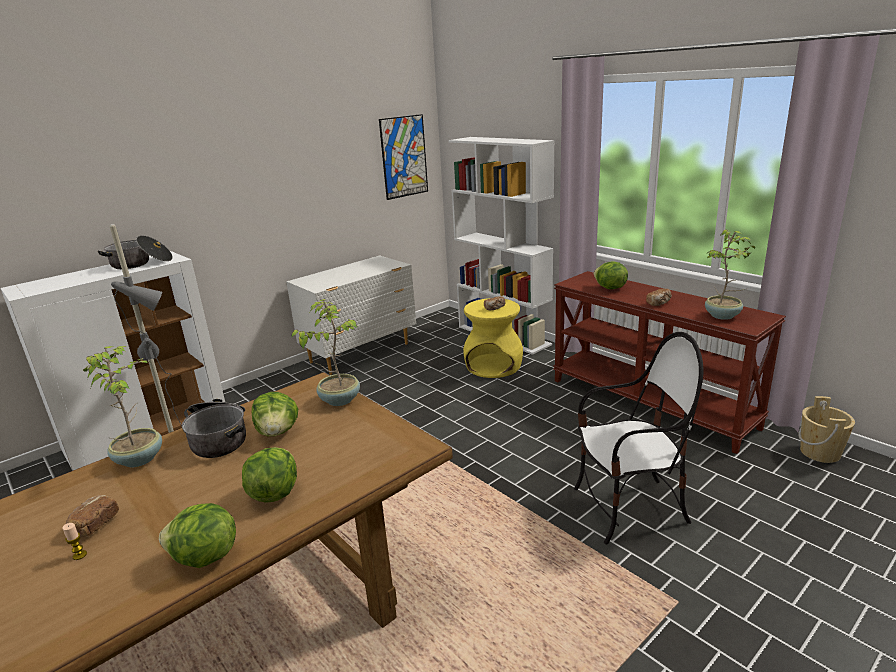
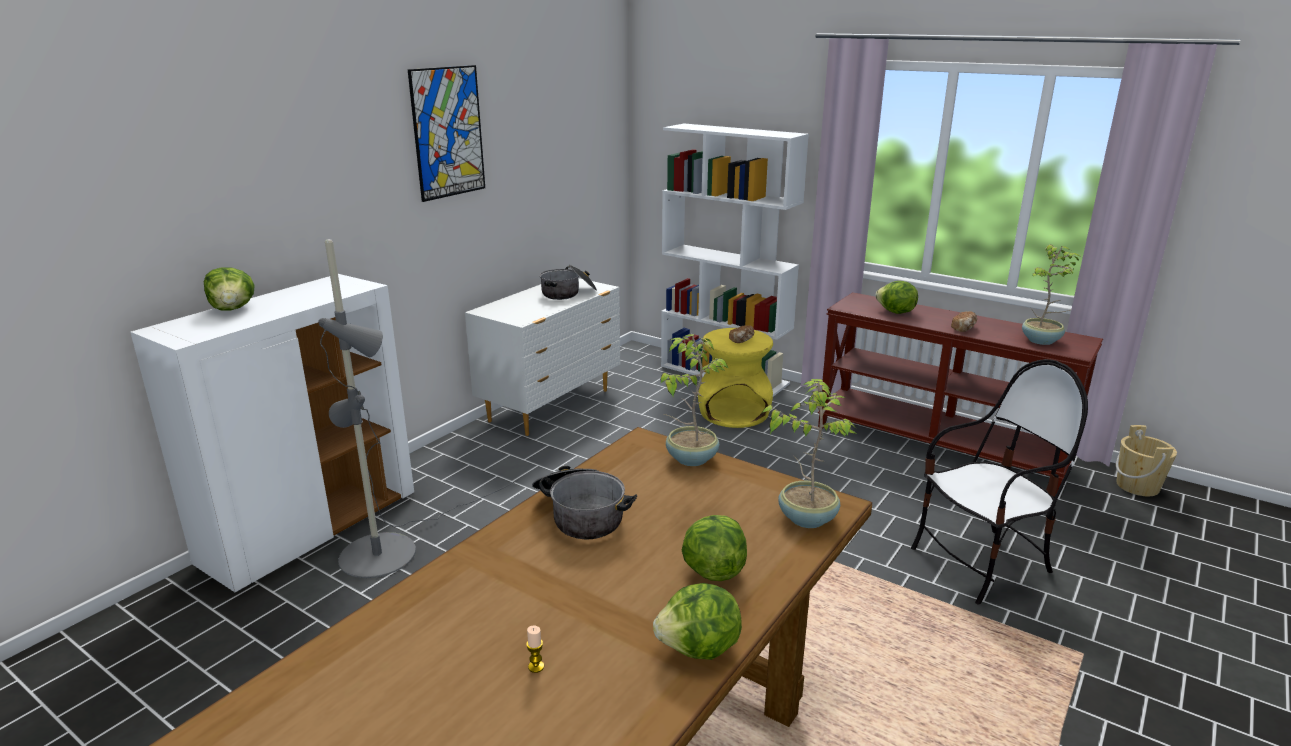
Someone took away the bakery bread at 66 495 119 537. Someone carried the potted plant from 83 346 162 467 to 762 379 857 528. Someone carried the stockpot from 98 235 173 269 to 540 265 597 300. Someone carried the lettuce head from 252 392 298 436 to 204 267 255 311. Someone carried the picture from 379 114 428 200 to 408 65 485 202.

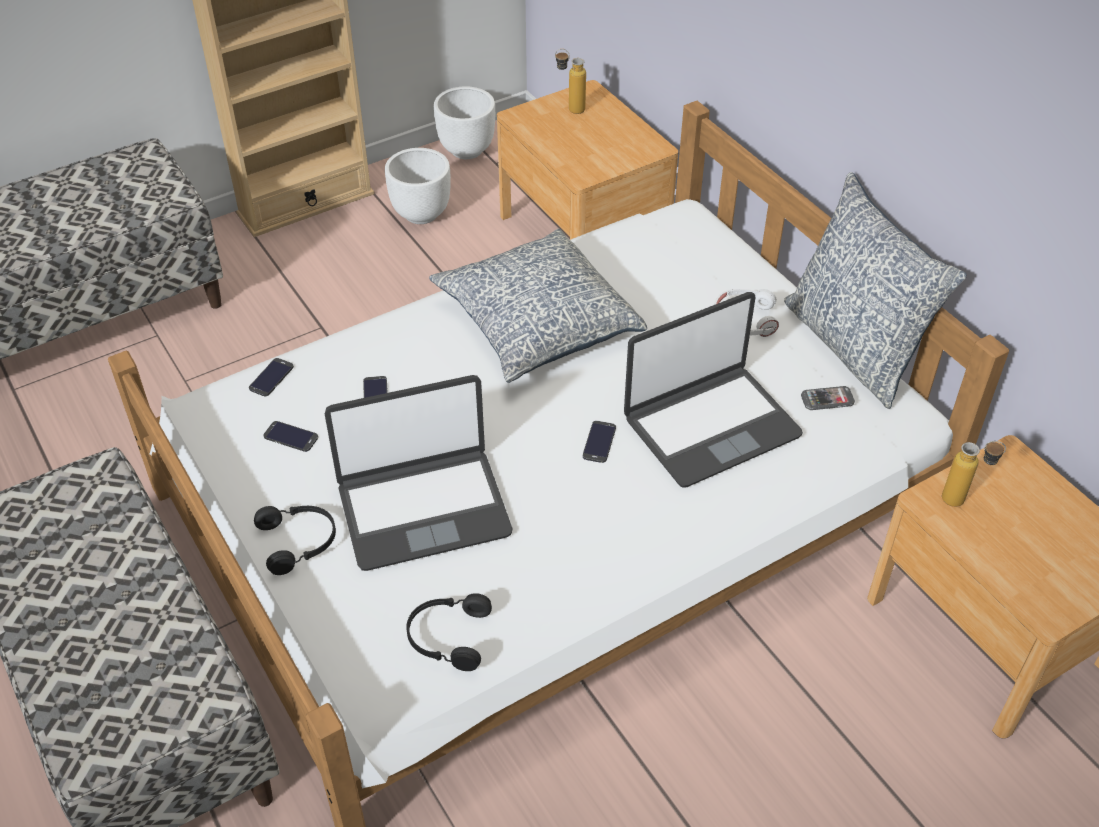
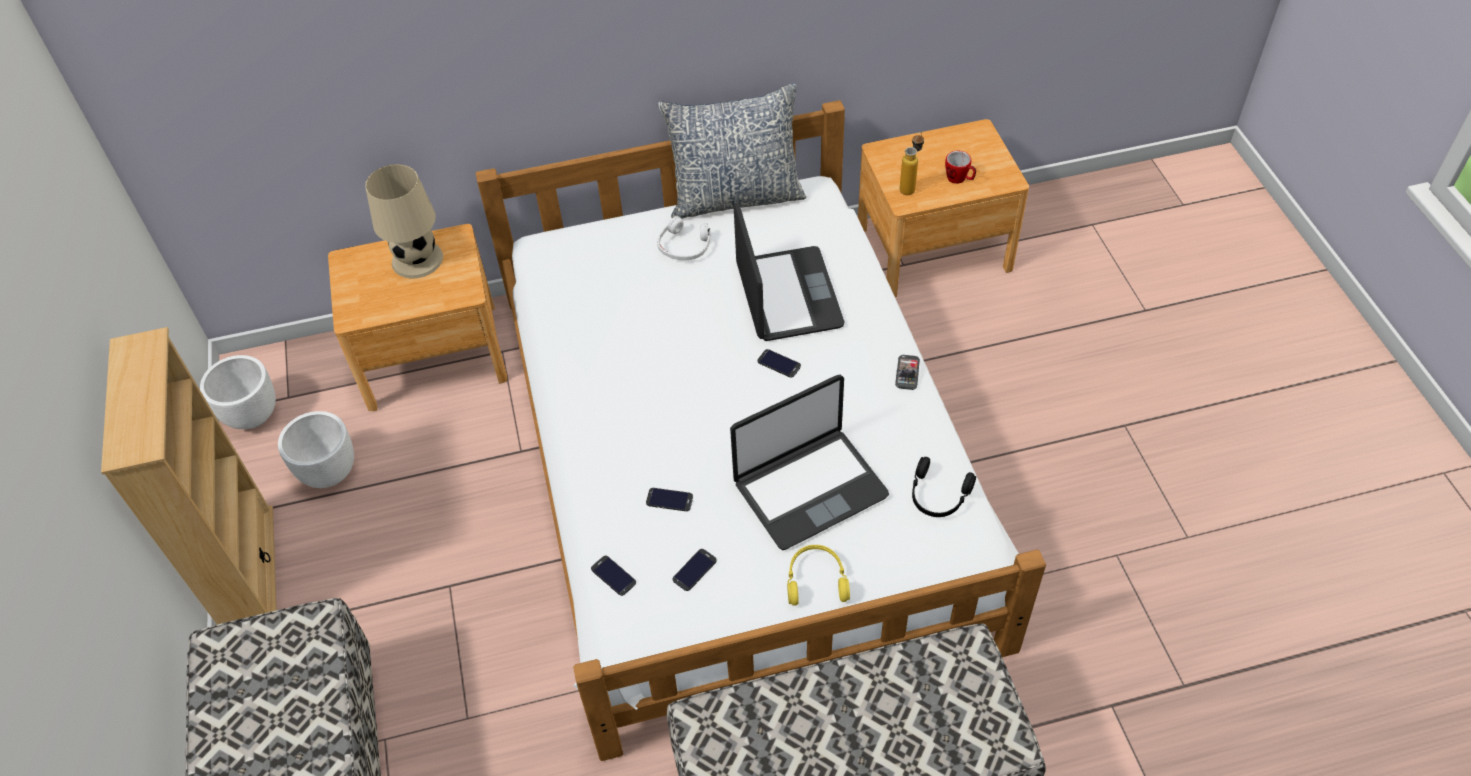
Someone took away the cushion at 429 229 647 383. Someone took away the drink bottle at 555 49 586 114. Someone put down the sand-coloured lamp for a table at 365 164 443 278. Someone put down the tea mug at 945 151 976 184. Someone carried the handset from 801 386 855 410 to 895 355 920 390. Someone repainted the blackish headphones at 254 506 336 575, which became the yellow headphones at 787 545 850 605. Someone rotated the laptop at 325 375 512 571 by 60 degrees clockwise.

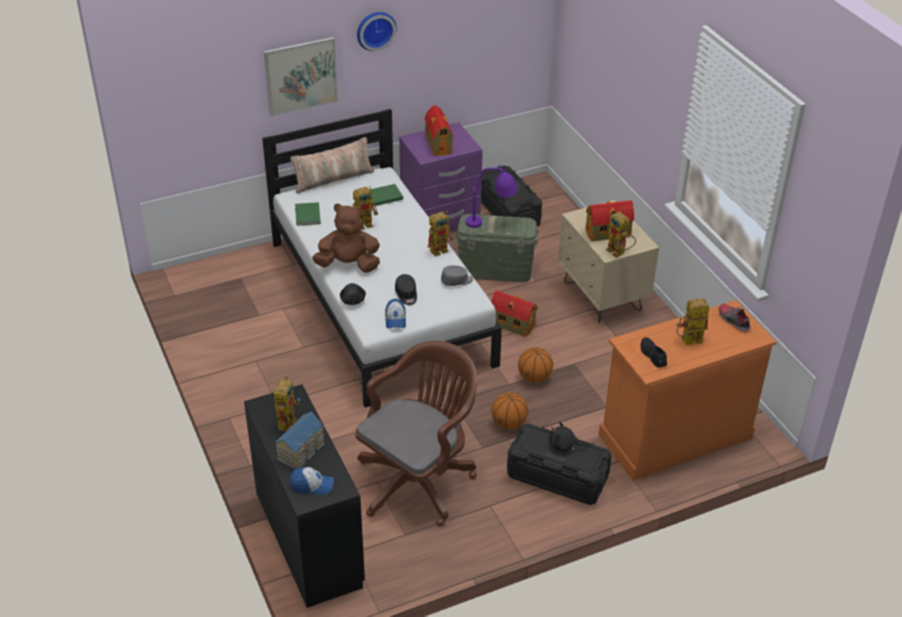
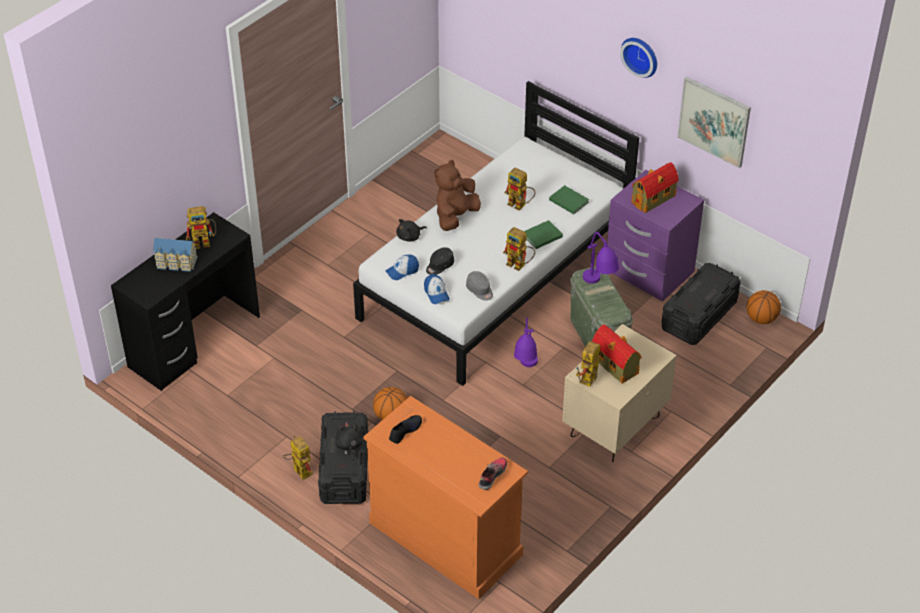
Someone took away the cushion at 290 137 374 193. Someone took away the brown computer chair at 355 341 477 527. Someone carried the picture from 264 37 338 116 to 677 77 751 168. Someone carried the peaked cap from 290 467 334 495 to 424 274 450 304. Someone carried the greenish volume from 295 202 321 226 to 524 220 563 249. Someone carried the ball for basketball from 518 347 553 383 to 747 290 781 324. Someone carried the toy robot from 676 298 709 345 to 283 435 313 480. Someone swapped the miniature house at 491 290 538 337 for the purple lamp for a table at 514 317 538 367. Someone rotated the brown plush toy at 312 203 380 273 by 120 degrees counterclockwise.

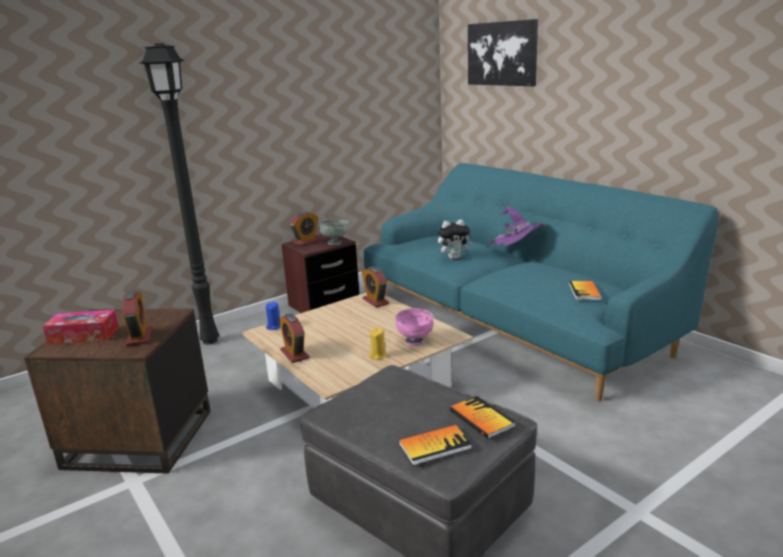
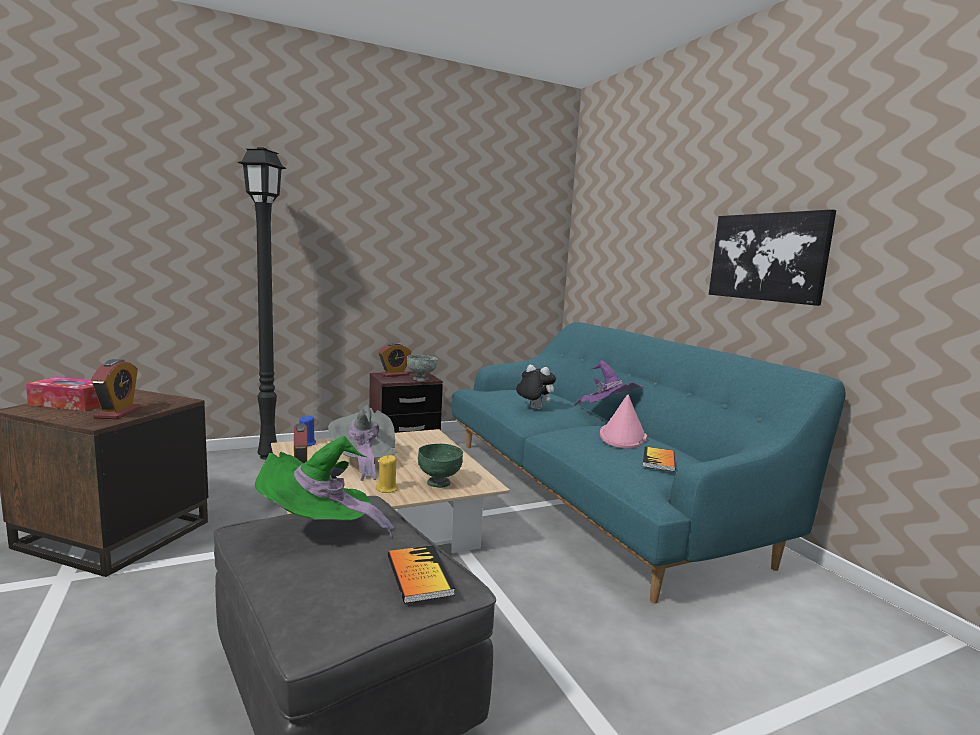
Someone took away the bedside clock at 362 266 389 308. Someone took away the volume at 399 425 472 466. Someone put down the greenish clothing hat at 255 436 394 537. Someone put down the grey clothing hat at 328 405 397 481. Someone put down the pink clothing hat at 600 394 647 449. Someone carried the picture from 468 19 538 86 to 709 209 836 306. Someone repainted the pink serving bowl at 395 308 433 346, which became the greenish serving bowl at 418 444 463 488. Someone rotated the plush toy at 438 219 474 259 by 150 degrees counterclockwise.

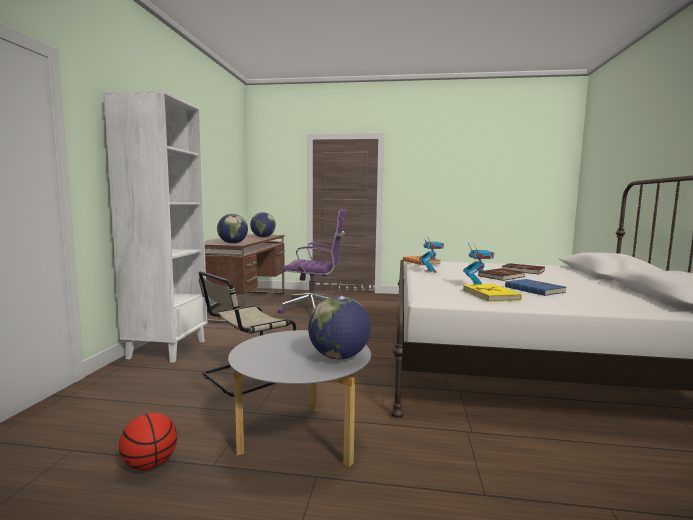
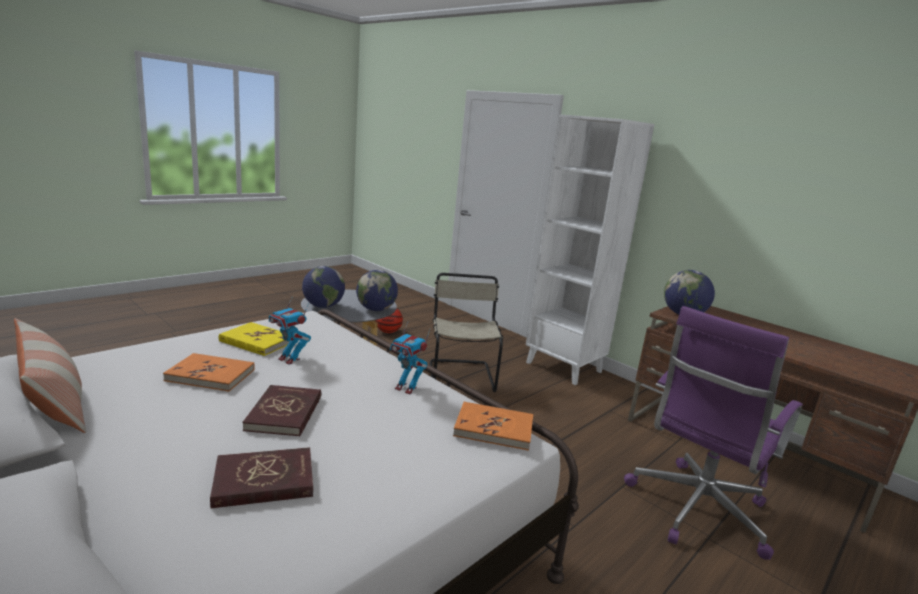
Someone put down the cushion at 14 318 86 433. Someone carried the globe from 250 212 276 237 to 356 270 398 311. Someone repainted the blue volume at 505 279 566 296, which became the orangey volume at 163 353 255 392.

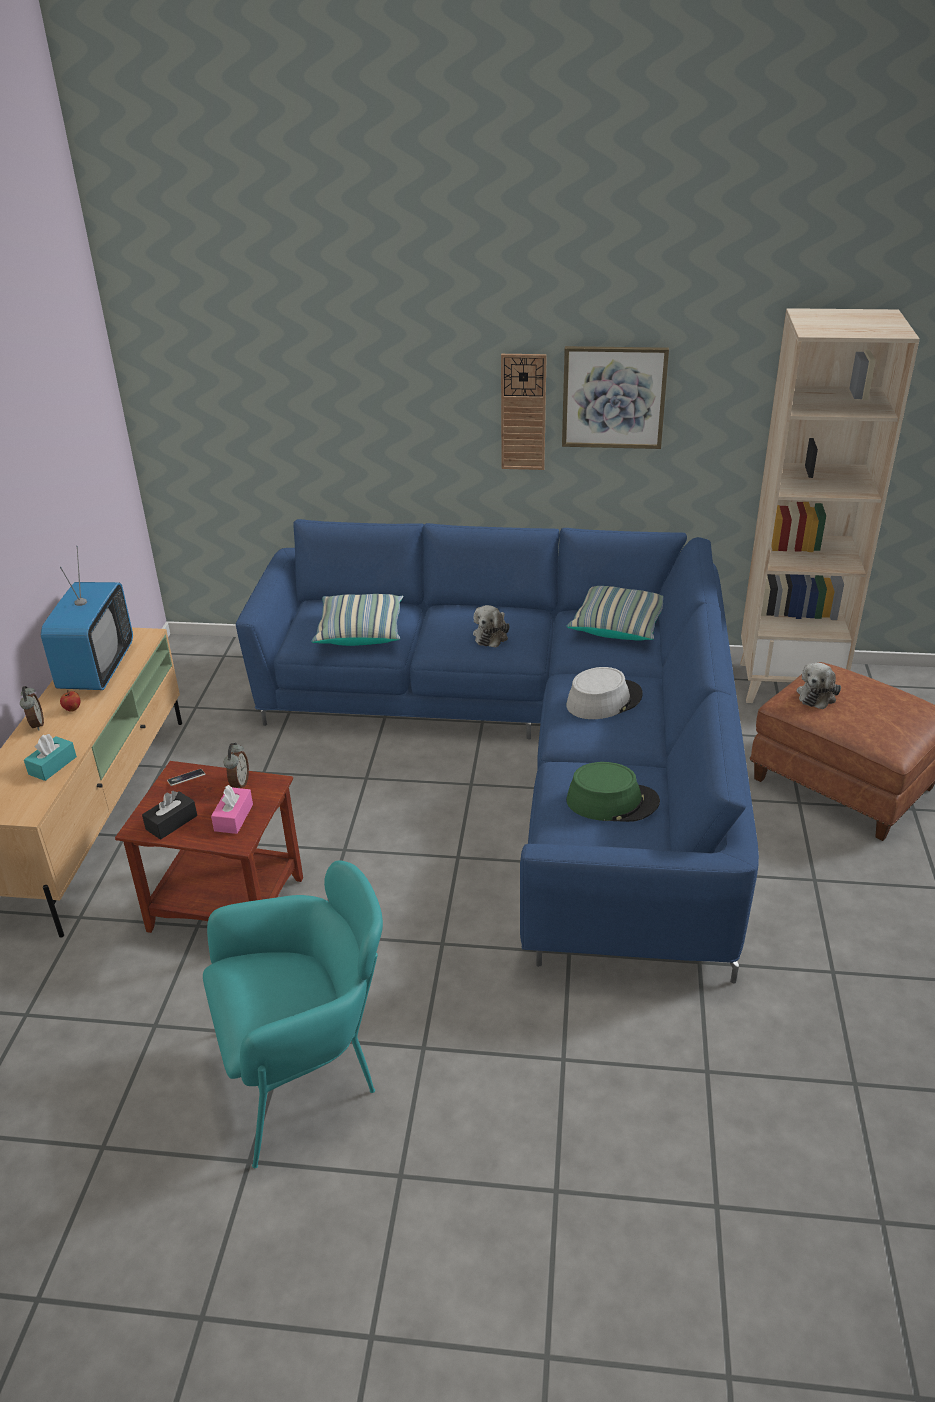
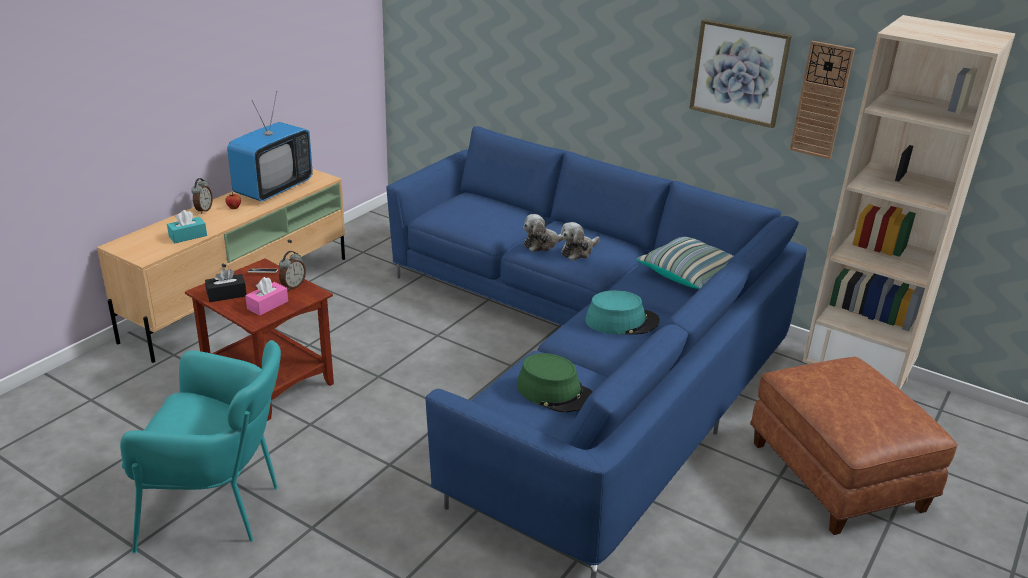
Someone took away the cushion at 311 594 403 646. Someone carried the wall clock from 501 354 547 470 to 790 41 855 159. Someone carried the plush toy from 797 663 841 709 to 523 214 564 252. Someone repainted the grey clothing hat at 566 667 643 719, which became the blue-green clothing hat at 585 290 660 335.

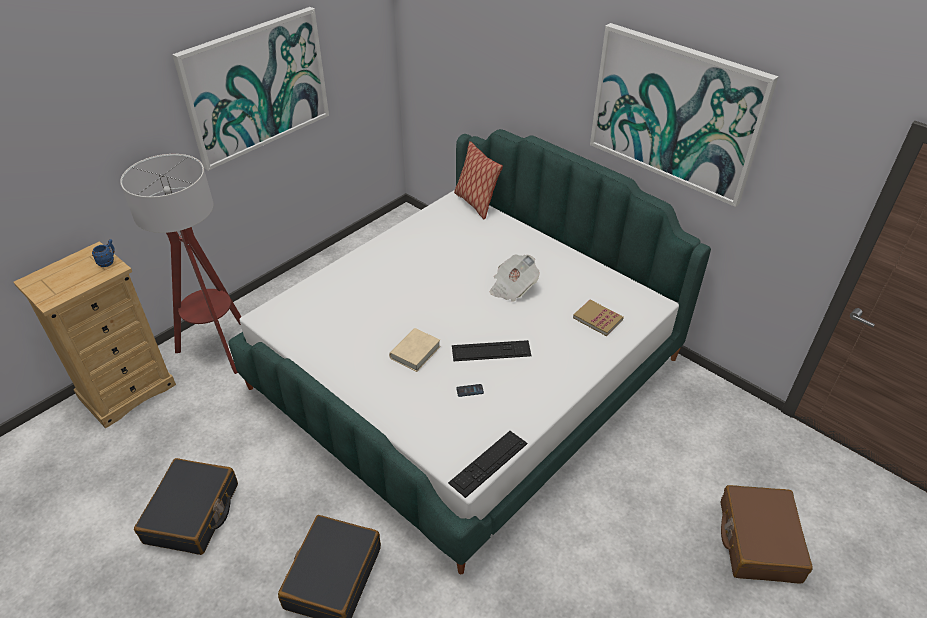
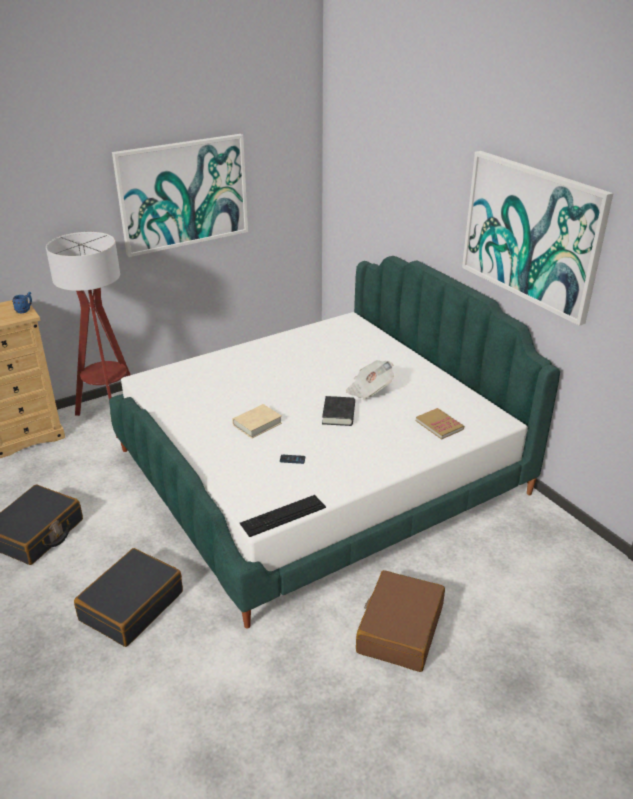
Someone took away the PC keyboard at 452 340 531 361. Someone took away the cushion at 454 141 503 219. Someone put down the blackish volume at 322 396 355 426. Someone carried the brown travel case from 721 485 812 584 to 356 570 445 672.

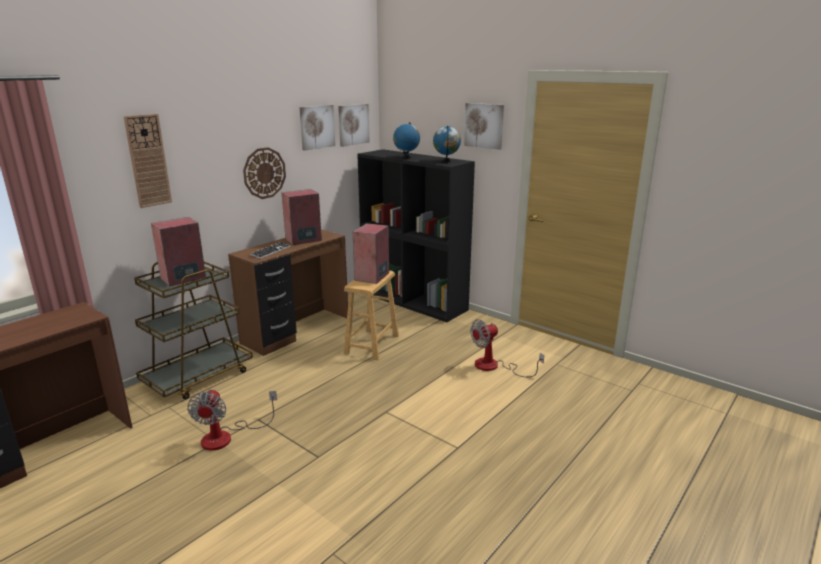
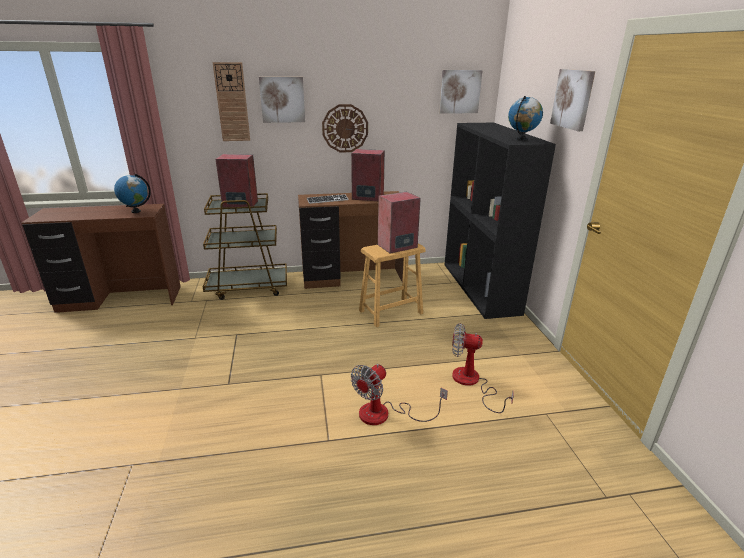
Someone carried the cooling fan from 187 389 277 451 to 351 364 448 425. Someone carried the picture from 299 105 335 151 to 259 77 305 123. Someone carried the globe from 393 122 420 159 to 114 174 151 213.

